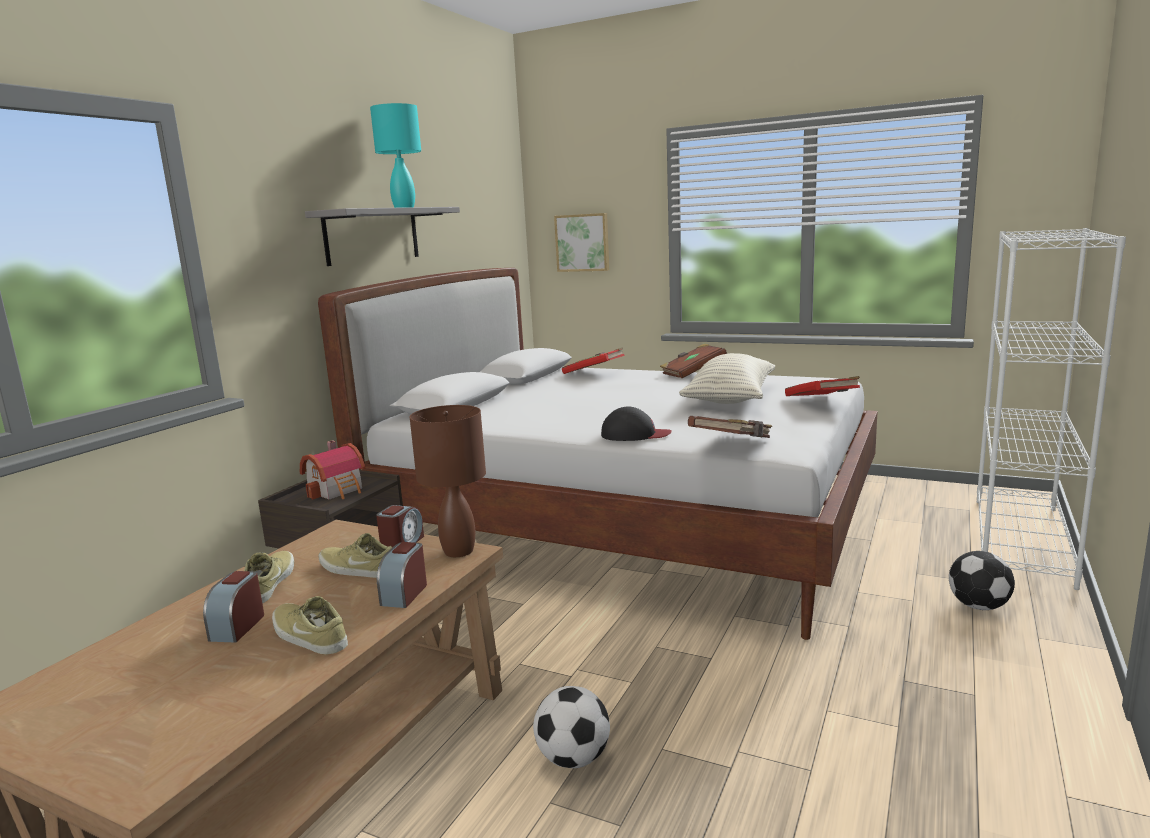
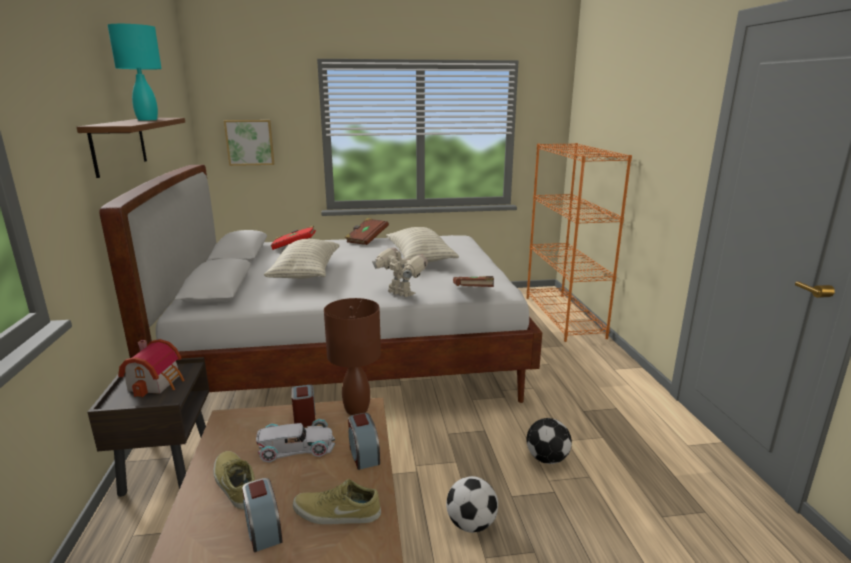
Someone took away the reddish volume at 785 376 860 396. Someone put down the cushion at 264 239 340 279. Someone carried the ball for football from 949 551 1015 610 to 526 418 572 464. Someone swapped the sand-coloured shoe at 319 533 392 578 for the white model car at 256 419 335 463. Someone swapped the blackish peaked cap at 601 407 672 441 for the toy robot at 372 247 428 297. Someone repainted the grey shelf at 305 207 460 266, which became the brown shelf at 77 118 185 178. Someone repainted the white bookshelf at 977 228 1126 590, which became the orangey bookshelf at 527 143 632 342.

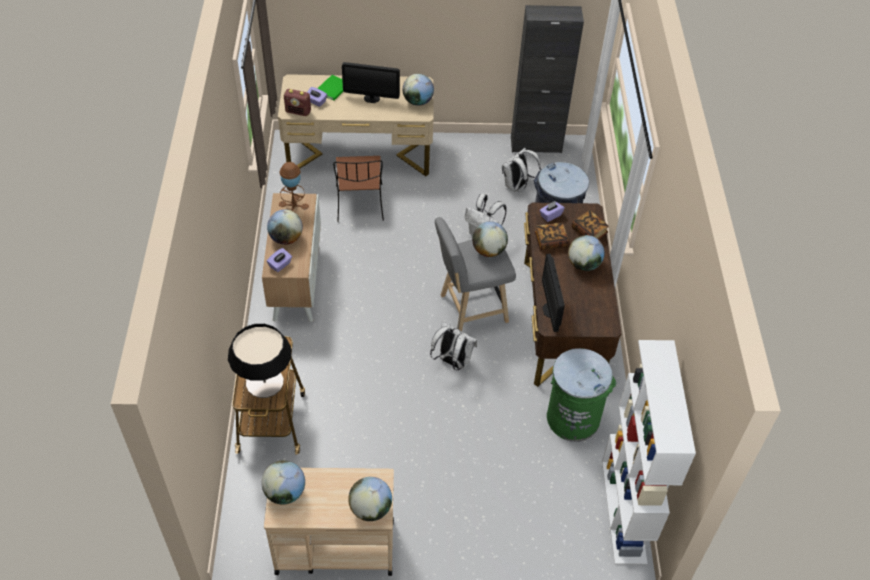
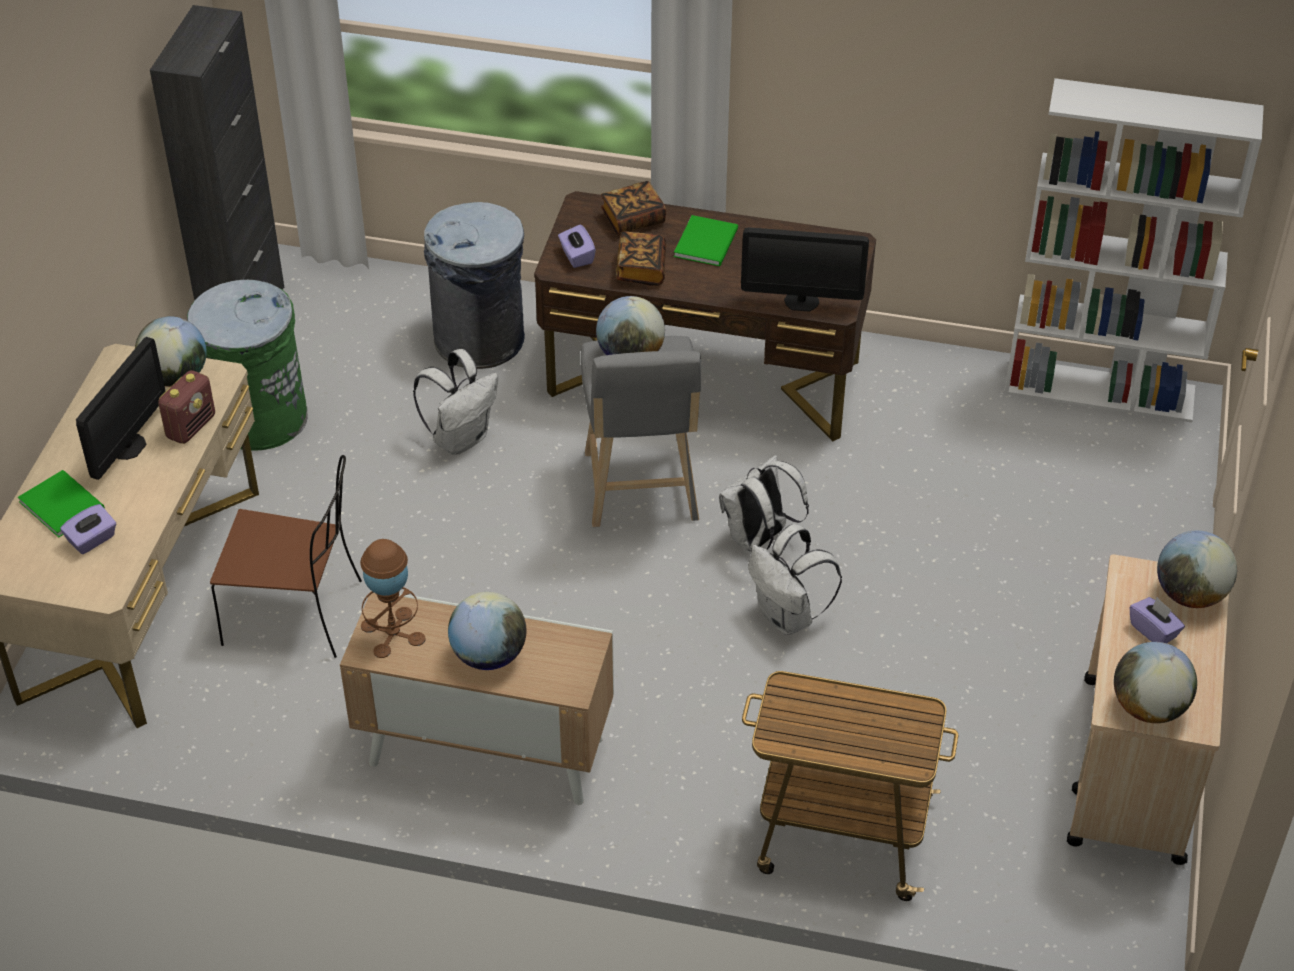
Someone took away the lamp for a table at 228 324 291 398. Someone carried the purple box of tissues from 267 248 292 272 to 1130 597 1185 643. Someone carried the radio receiver from 284 89 311 116 to 158 370 215 444. Someone carried the white knapsack from 502 148 541 192 to 749 524 842 635. Someone carried the greenish trash can from 547 348 617 442 to 187 280 308 451. Someone swapped the globe at 568 235 604 271 for the greenish volume at 674 215 738 266.

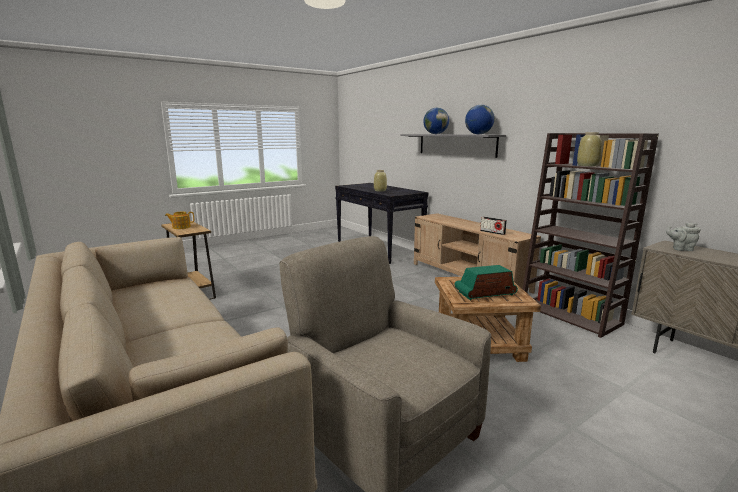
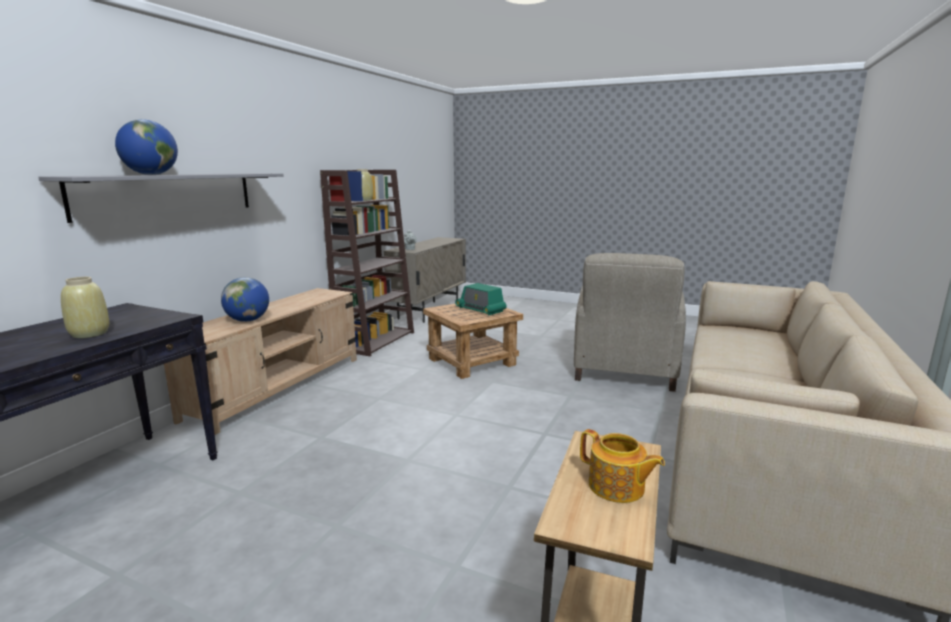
Someone took away the radio receiver at 480 216 507 235. Someone carried the globe from 465 105 495 134 to 221 277 269 322.

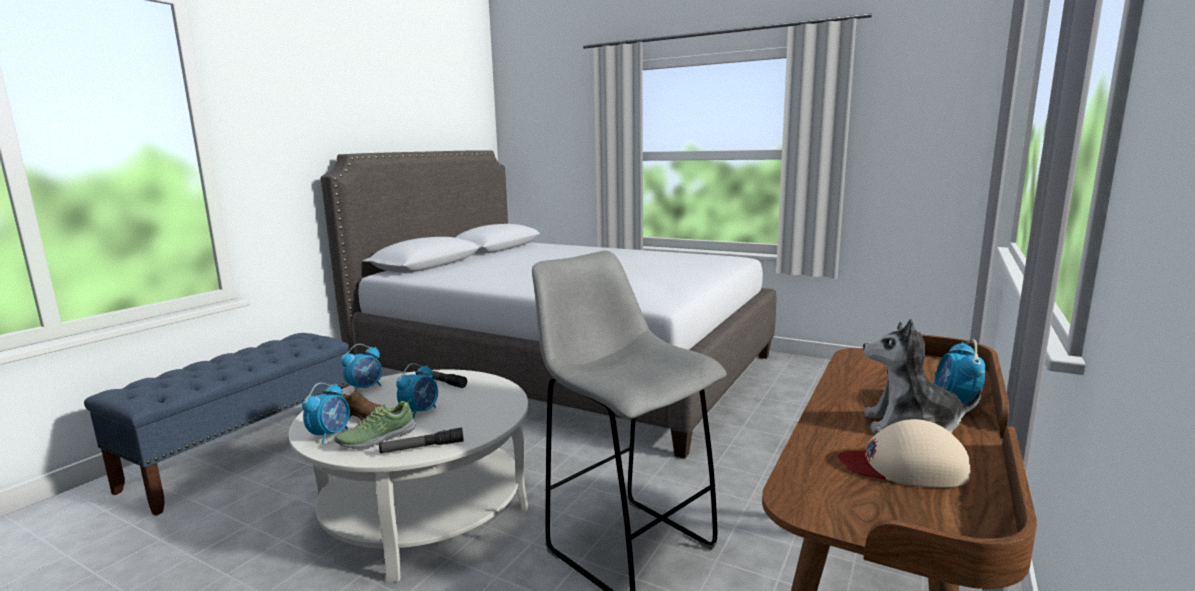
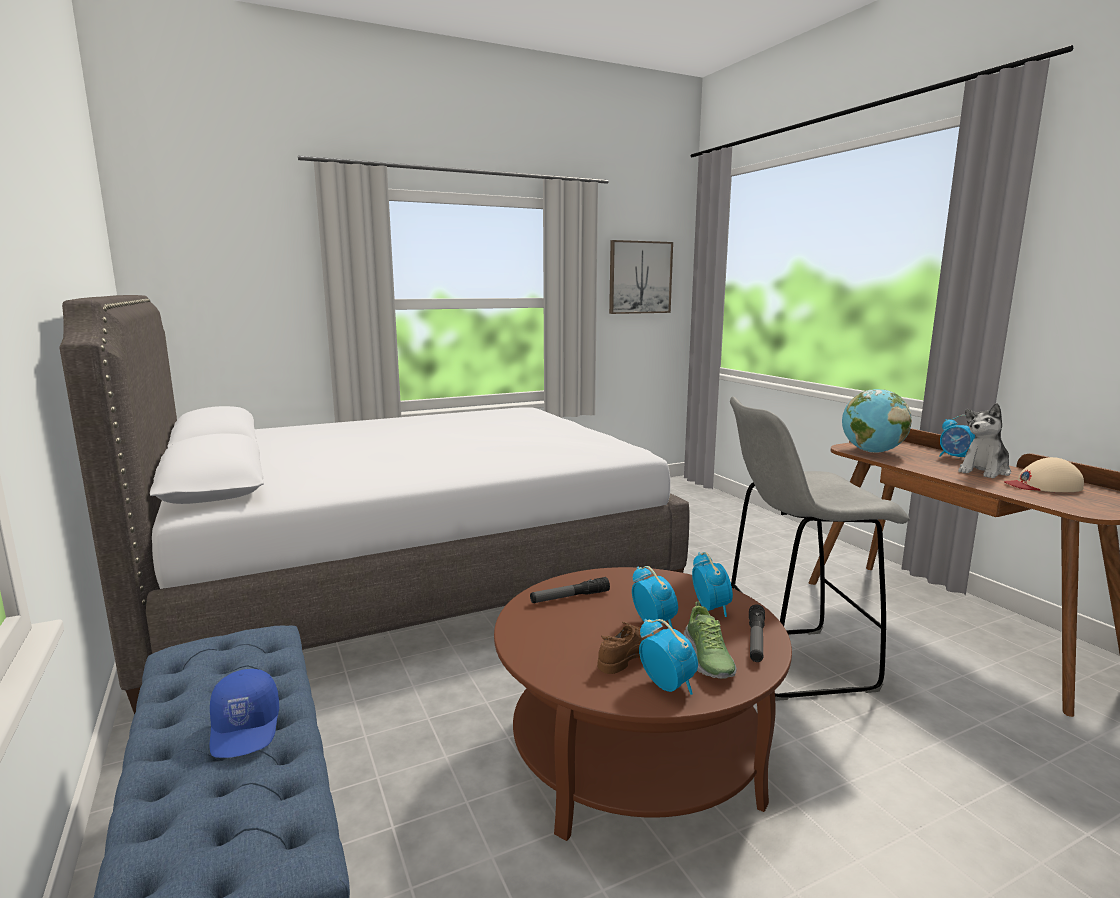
Someone put down the blue peaked cap at 209 669 279 758. Someone put up the picture at 609 240 673 314. Someone put down the globe at 842 389 912 453. Someone carried the bedside clock from 341 344 382 391 to 692 552 733 617. Someone repainted the white low table at 289 370 528 582, which became the brown low table at 494 567 792 841. Someone rotated the sand-coloured peaked cap at 838 419 970 488 by 45 degrees clockwise.

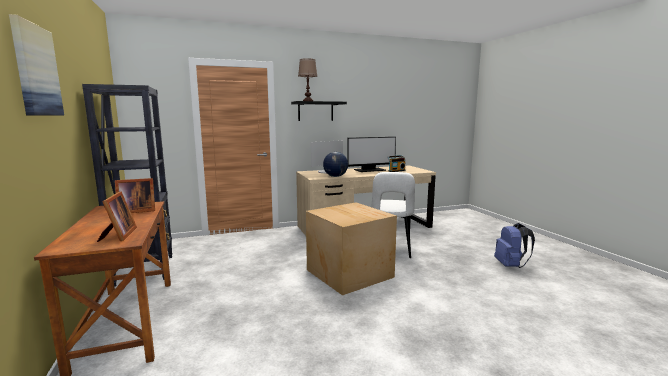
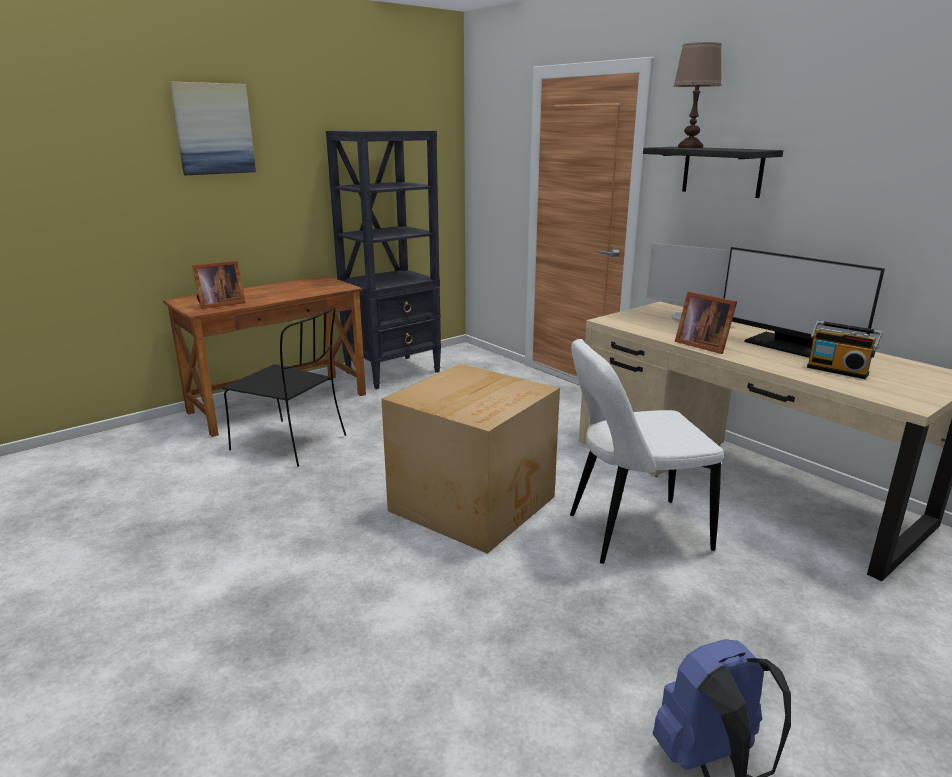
Someone took away the globe at 323 152 348 177. Someone put down the blackish upright chair at 222 308 346 467. Someone carried the standing frame from 115 178 155 213 to 675 291 737 354.

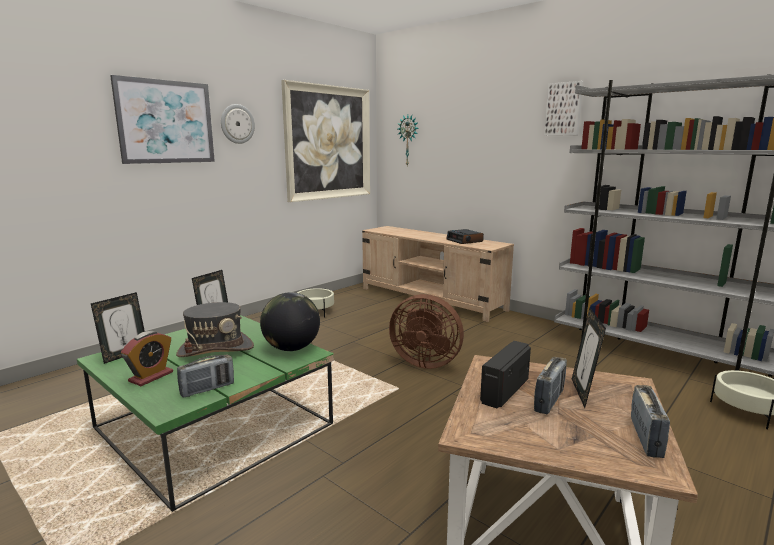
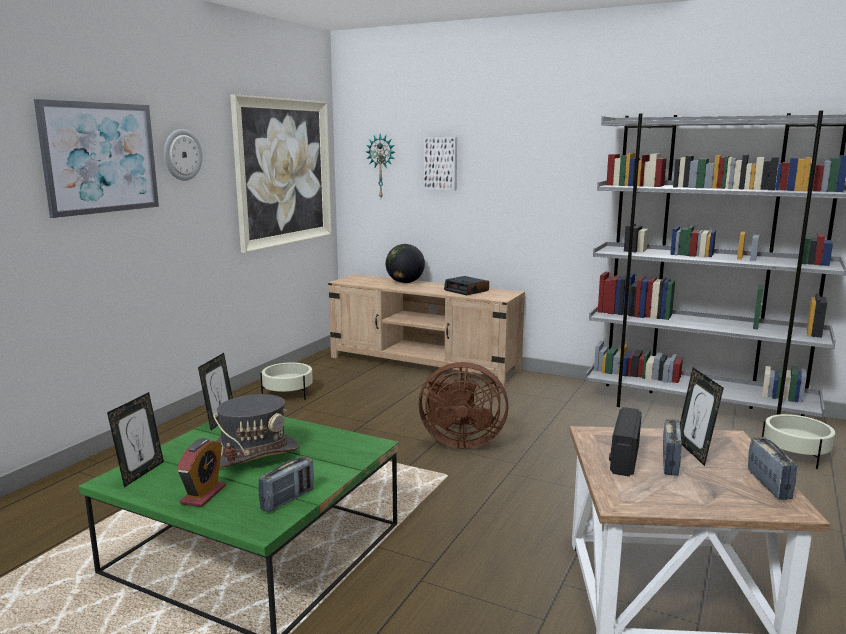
Someone carried the globe from 260 292 320 351 to 386 244 425 283. Someone carried the picture from 544 81 583 136 to 424 137 457 191.

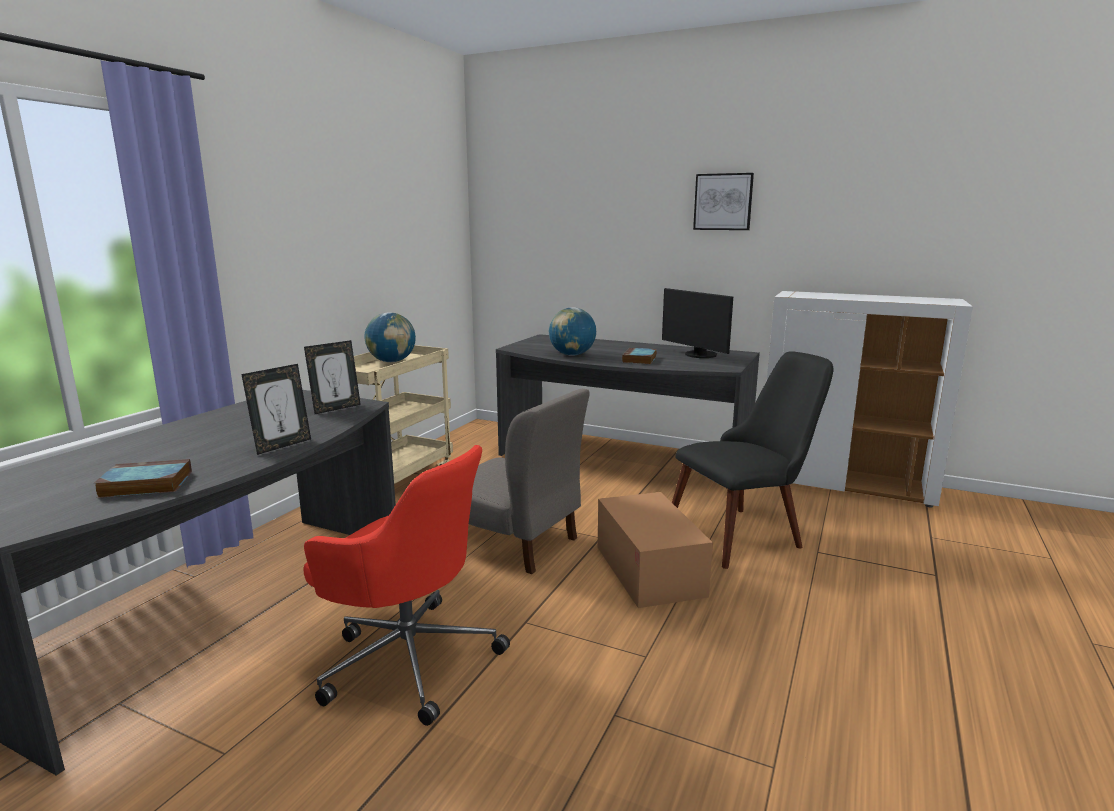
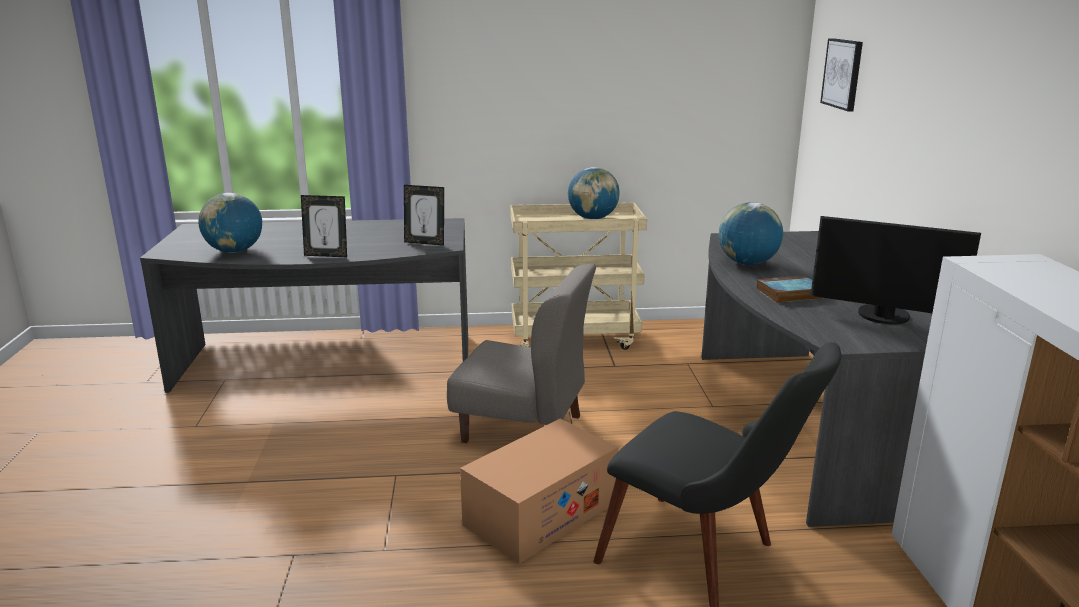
Someone took away the reddish computer chair at 303 445 510 726. Someone carried the picture from 693 173 754 230 to 820 38 863 111. Someone swapped the volume at 94 459 192 498 for the globe at 198 193 262 253. Someone rotated the grey upright chair at 469 389 590 574 by 75 degrees counterclockwise. Someone rotated the monitor at 662 288 733 358 by 90 degrees counterclockwise.

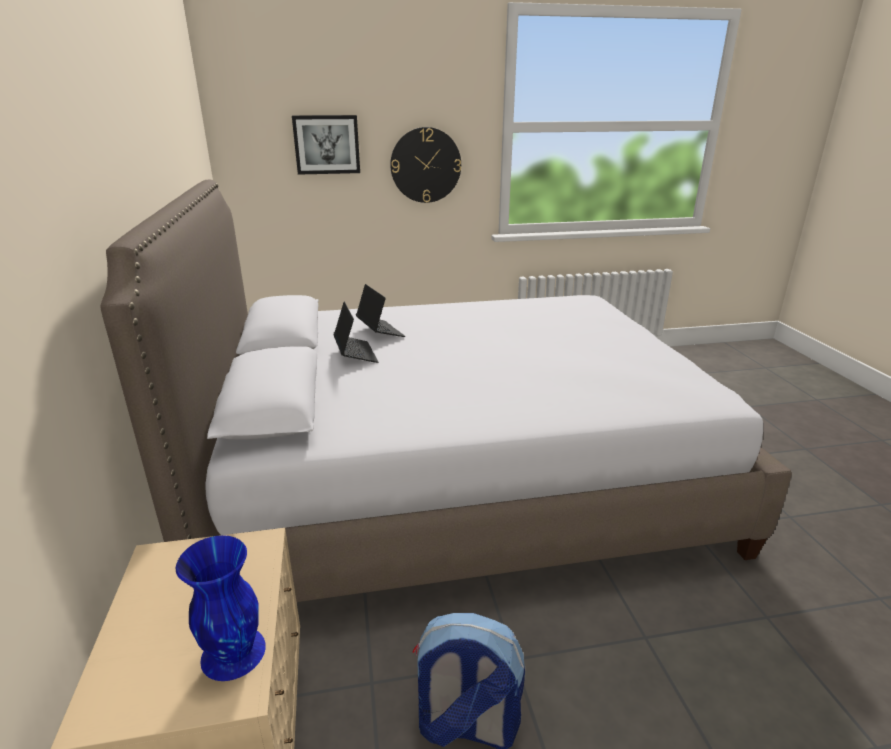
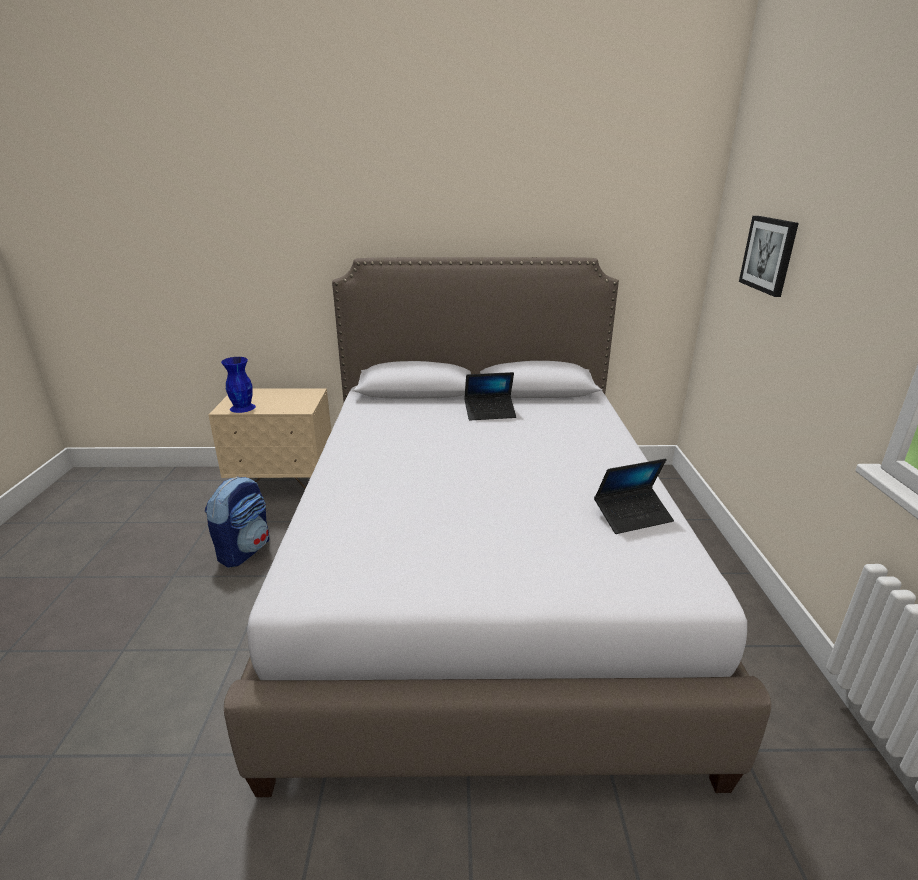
Someone took away the wall clock at 390 127 461 203. Someone carried the laptop from 356 284 405 337 to 594 459 674 534.

